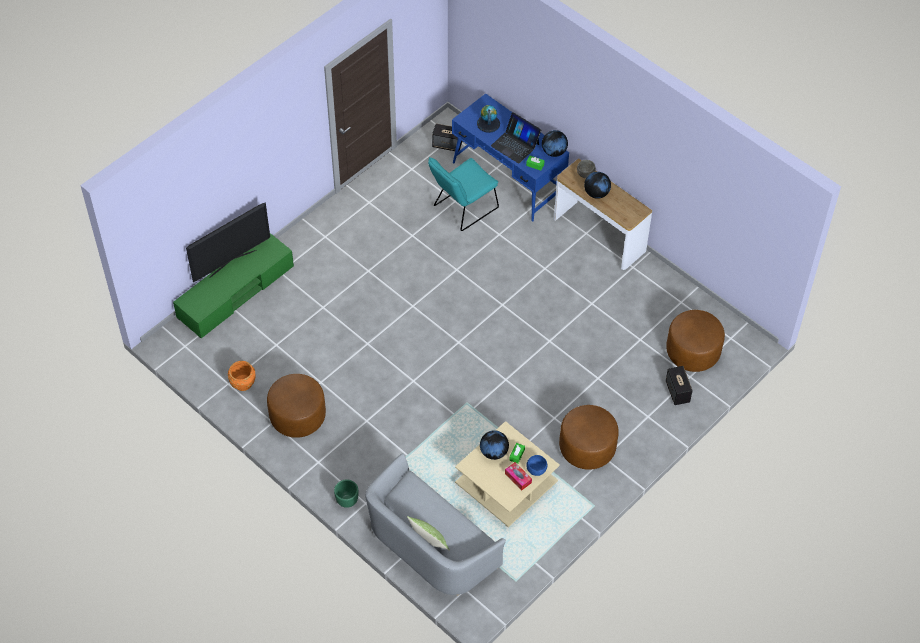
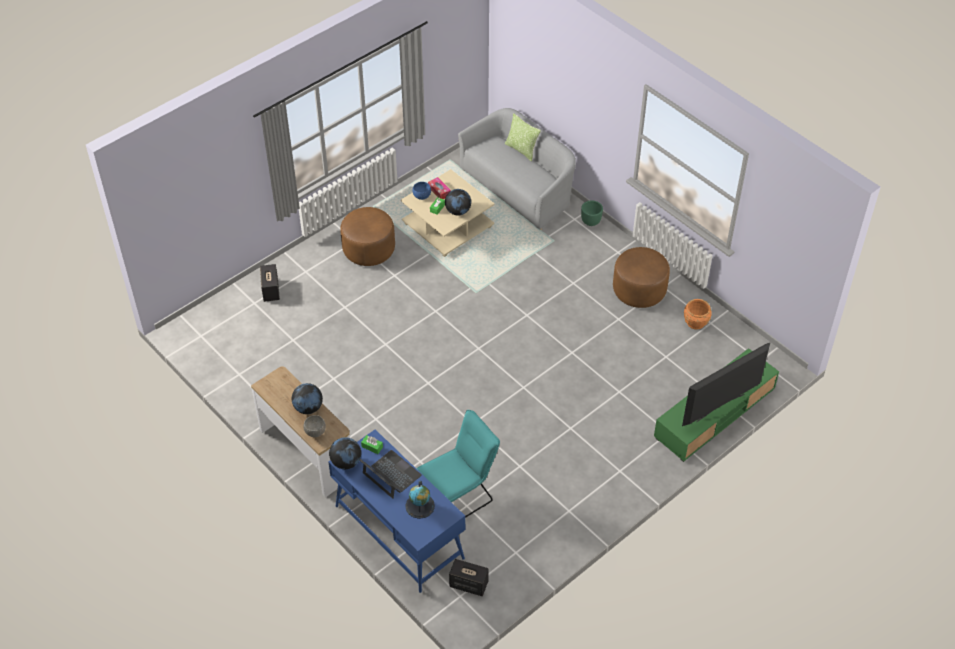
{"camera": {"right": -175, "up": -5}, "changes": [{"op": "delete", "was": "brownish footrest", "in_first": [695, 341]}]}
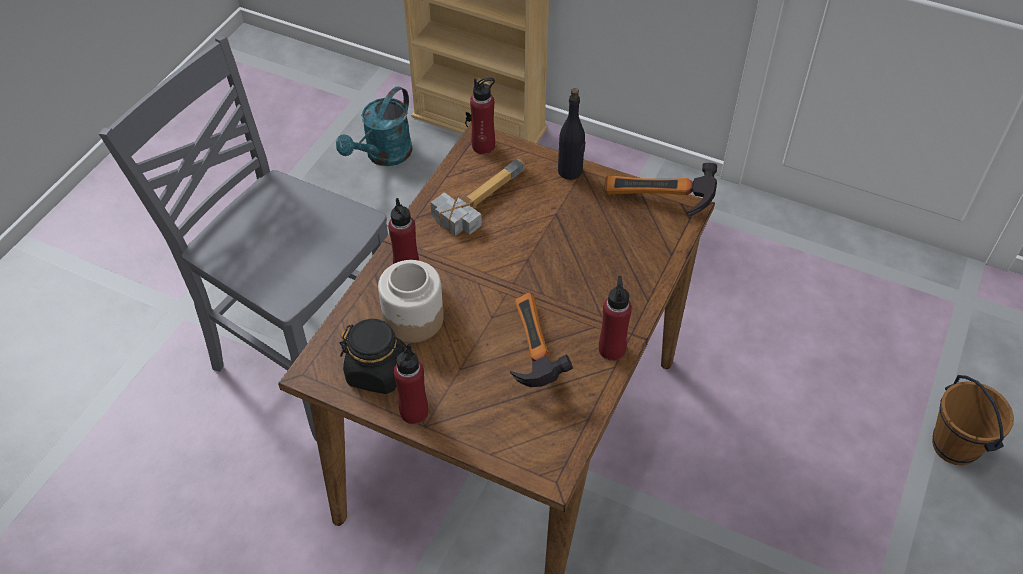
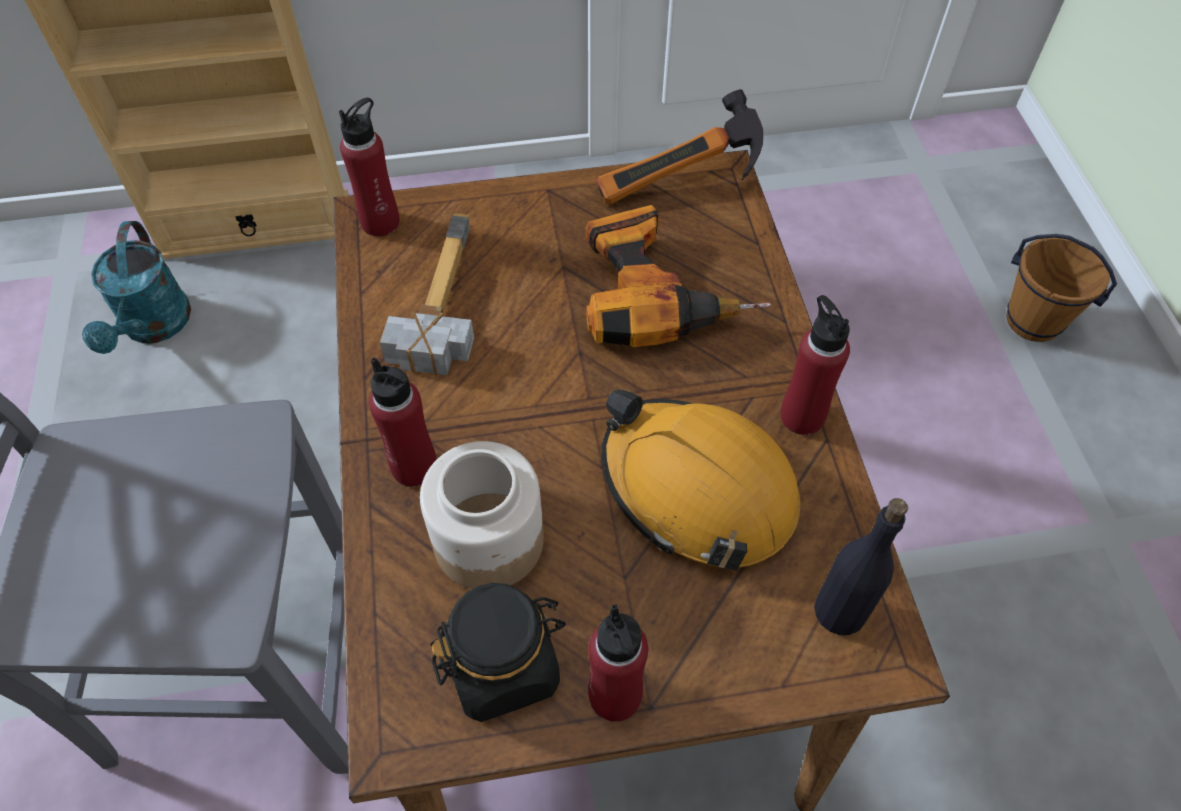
{"camera": {"right": -35, "up": 5}, "changes": [{"op": "move", "was": "black-coloured beverage bottle", "in_first": [571, 134], "in_second": [861, 566]}, {"op": "replace", "was": "hammer", "now": "orange-coloured safety helmet", "in_first": [541, 339], "in_second": [700, 480]}, {"op": "insert", "now": "power drill", "in_second": [679, 276]}]}
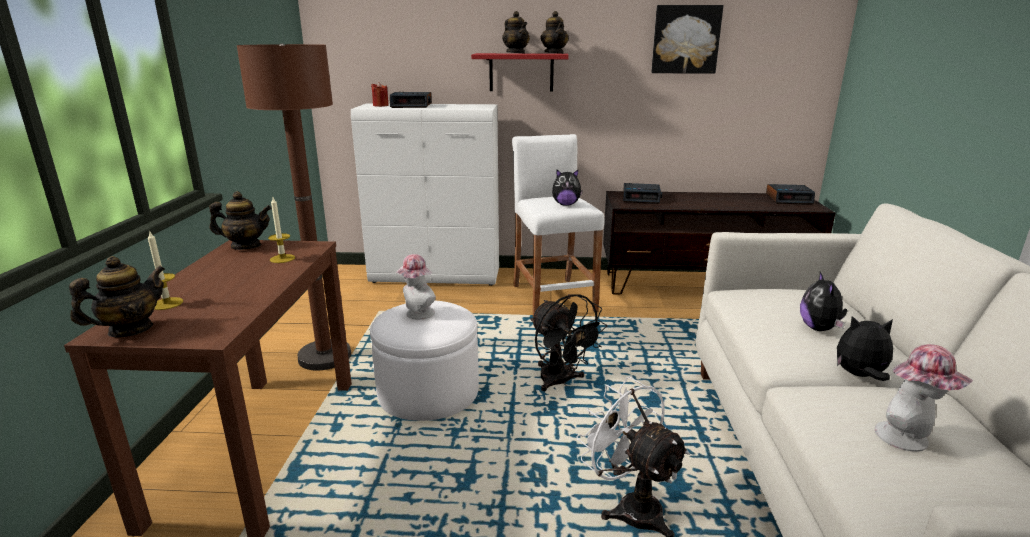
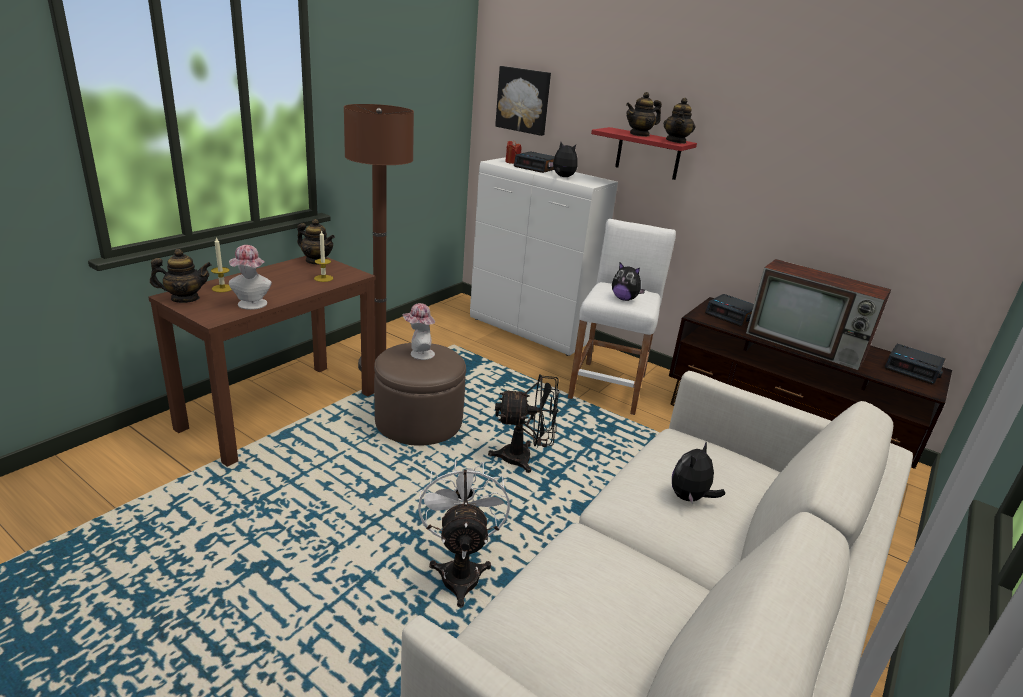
{"camera": {"right": 30, "up": 5}, "changes": [{"op": "move", "was": "wall picture", "in_first": [687, 39], "in_second": [523, 101]}, {"op": "rotate", "was": "pot for tea", "in_first": [516, 32], "in_second": [644, 114], "clockwise": 60}, {"op": "rotate", "was": "black-coloured cooling fan", "in_first": [568, 342], "in_second": [523, 423], "clockwise": -90}, {"op": "recolor", "was": "white-coloured footrest", "now": "brownish footrest", "in_first": [424, 361], "in_second": [420, 394]}, {"op": "move", "was": "plush toy", "in_first": [865, 348], "in_second": [563, 159]}, {"op": "move", "was": "clothing hat", "in_first": [924, 398], "in_second": [250, 277]}, {"op": "insert", "now": "television", "in_second": [818, 314]}]}
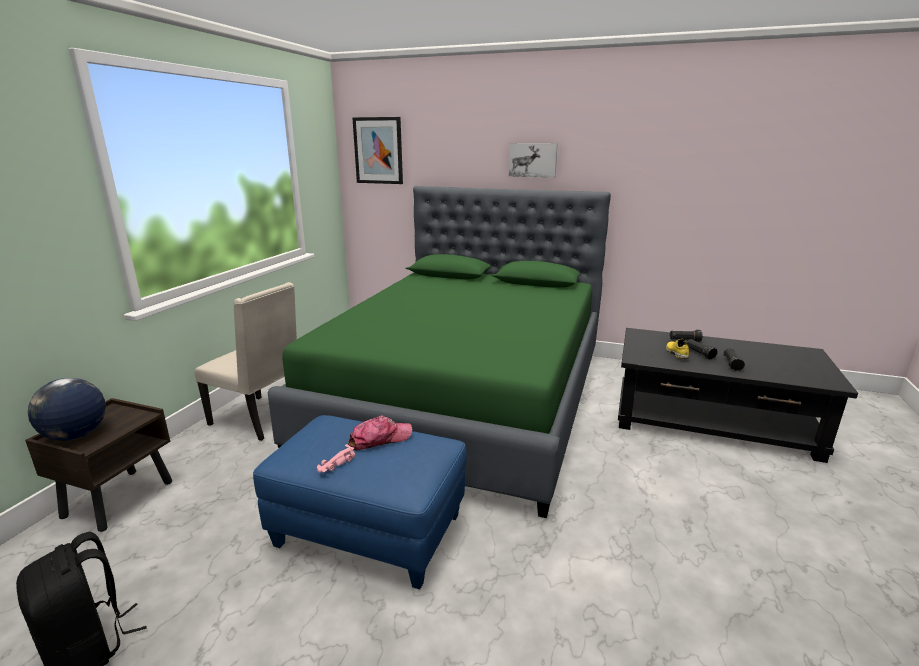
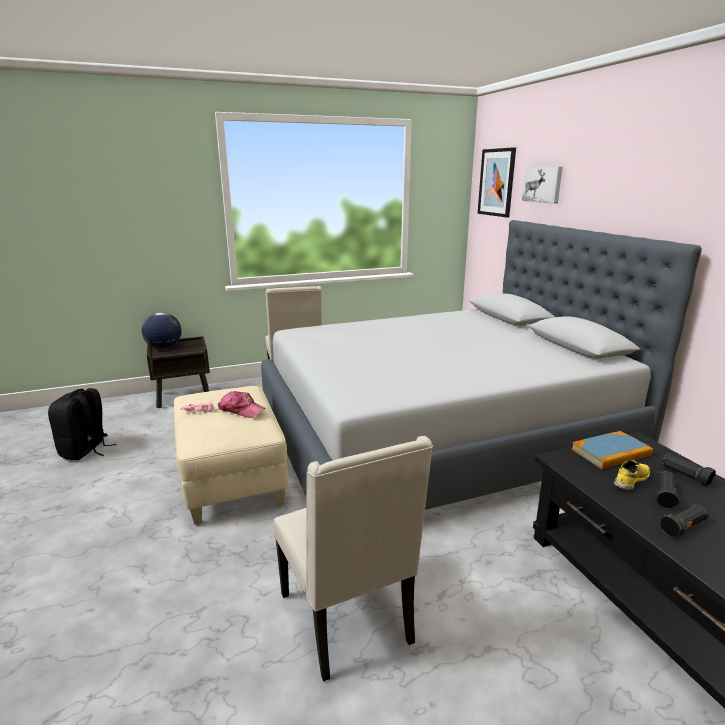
{"camera": {"right": 50, "up": 0}, "changes": [{"op": "move", "was": "wall picture", "in_first": [533, 160], "in_second": [542, 185]}, {"op": "recolor", "was": "greenish bed", "now": "gray bed", "in_first": [439, 352], "in_second": [481, 365]}, {"op": "recolor", "was": "blue footrest", "now": "sand-coloured footrest", "in_first": [360, 502], "in_second": [231, 455]}, {"op": "insert", "now": "volume", "in_second": [612, 450]}, {"op": "insert", "now": "sand-coloured upright chair", "in_second": [353, 559]}]}
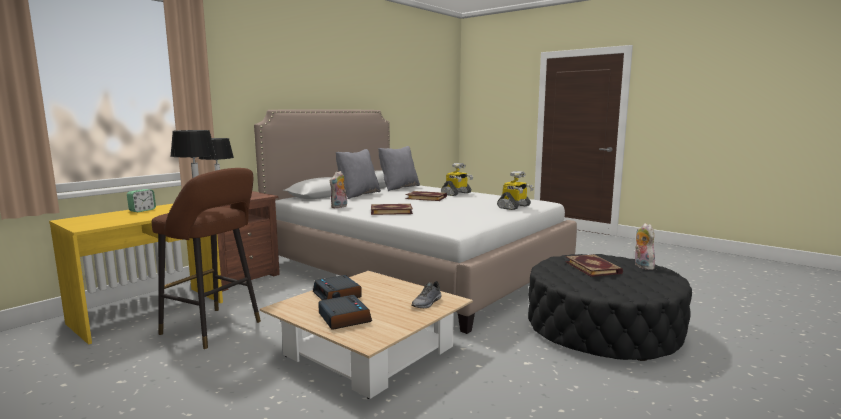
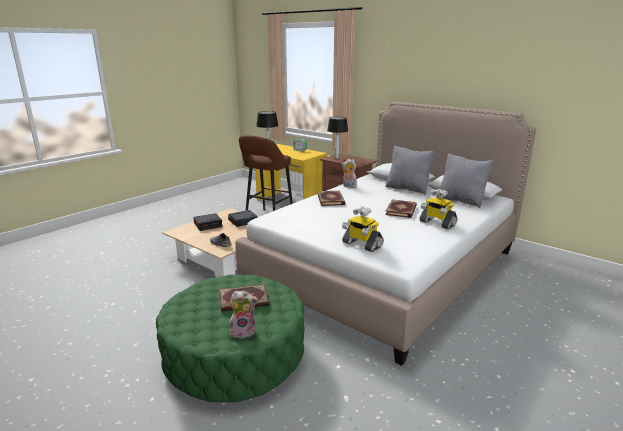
{"camera": {"right": 90, "up": 10}, "changes": [{"op": "recolor", "was": "black-coloured footrest", "now": "greenish footrest", "in_first": [610, 307], "in_second": [230, 338]}]}
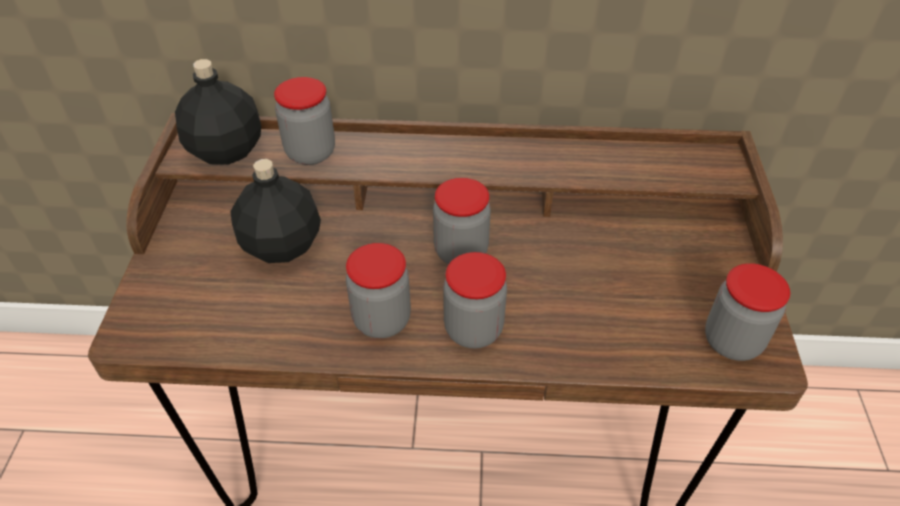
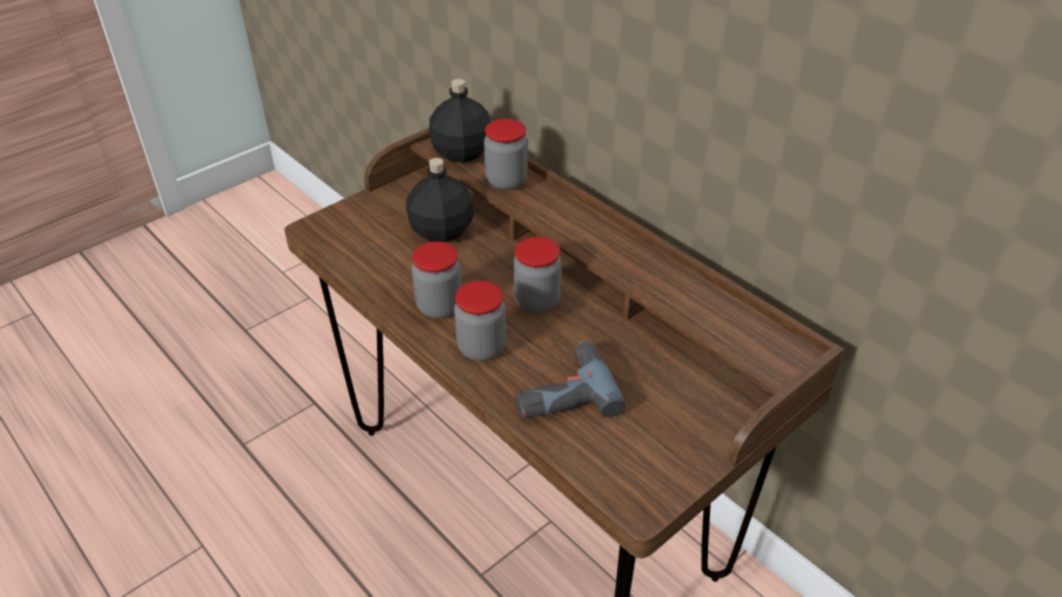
{"camera": {"right": 45, "up": -5}, "changes": [{"op": "delete", "was": "storage jar", "in_first": [747, 312]}, {"op": "insert", "now": "power drill", "in_second": [571, 379]}]}
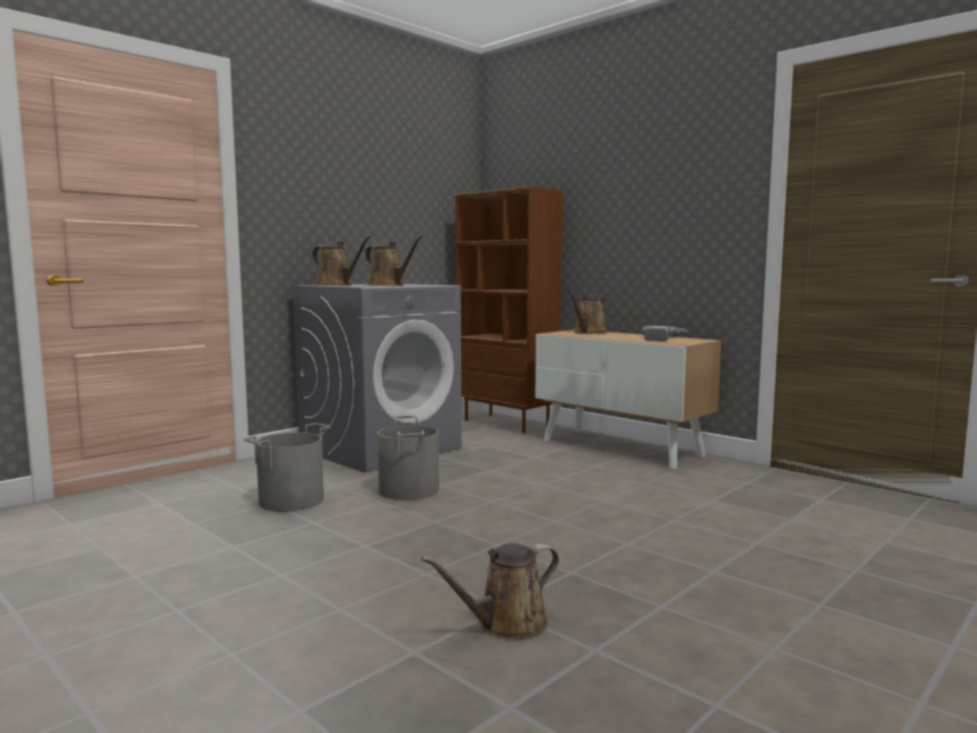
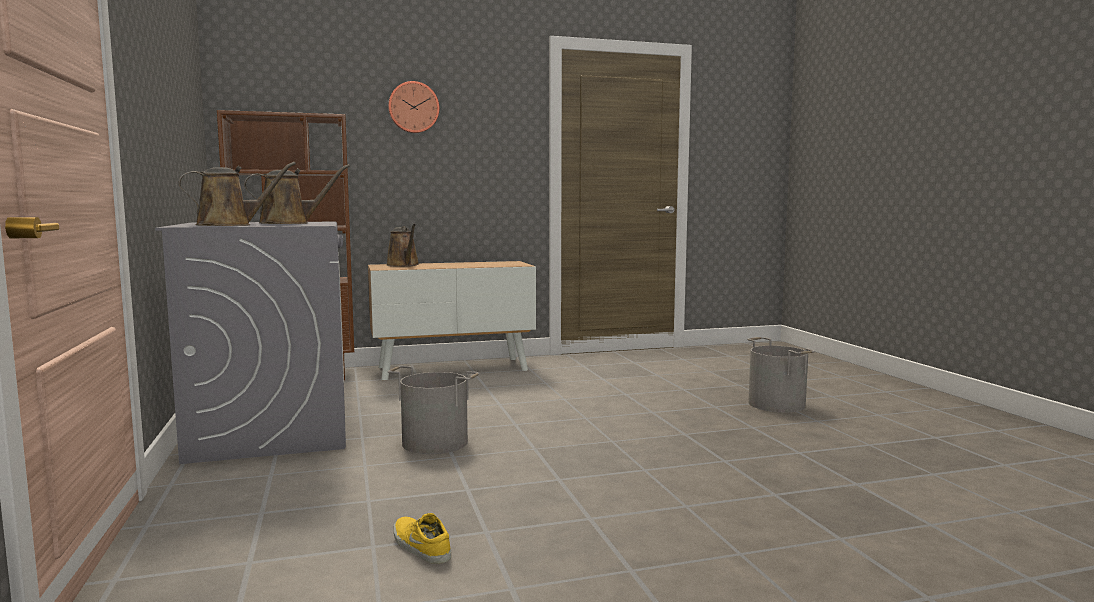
{"camera": {"right": -60, "up": 0}, "changes": [{"op": "delete", "was": "power drill", "in_first": [665, 333]}, {"op": "move", "was": "gray pail", "in_first": [287, 467], "in_second": [781, 374]}, {"op": "delete", "was": "brownish watering can", "in_first": [490, 590]}, {"op": "insert", "now": "wall clock", "in_second": [413, 107]}, {"op": "insert", "now": "yellow-coloured item of footwear", "in_second": [422, 538]}]}
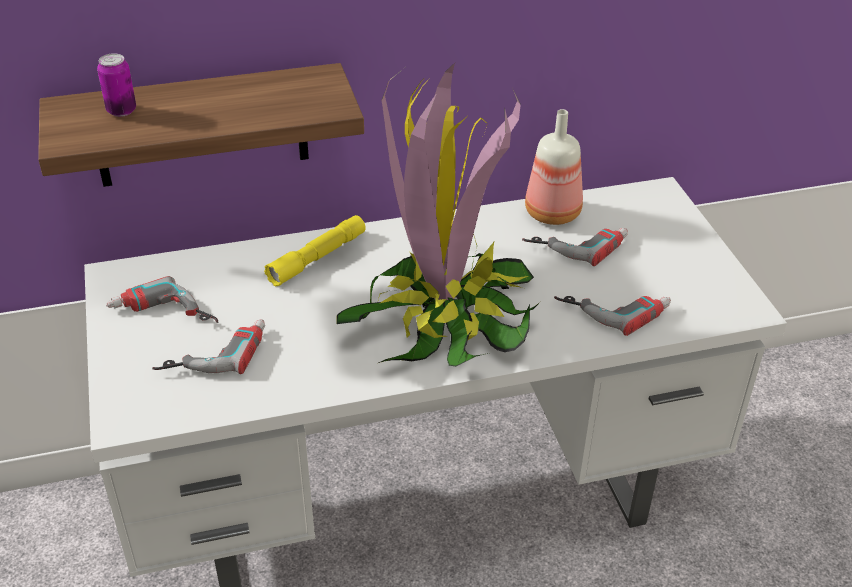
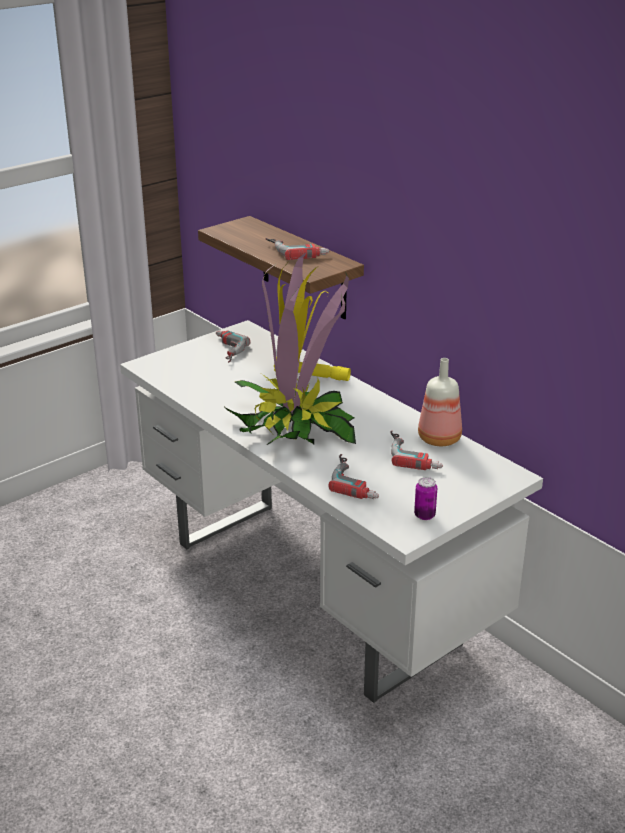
{"camera": {"right": 65, "up": -10}, "changes": [{"op": "move", "was": "sealed can", "in_first": [116, 85], "in_second": [425, 498]}, {"op": "move", "was": "power drill", "in_first": [208, 346], "in_second": [297, 249]}]}
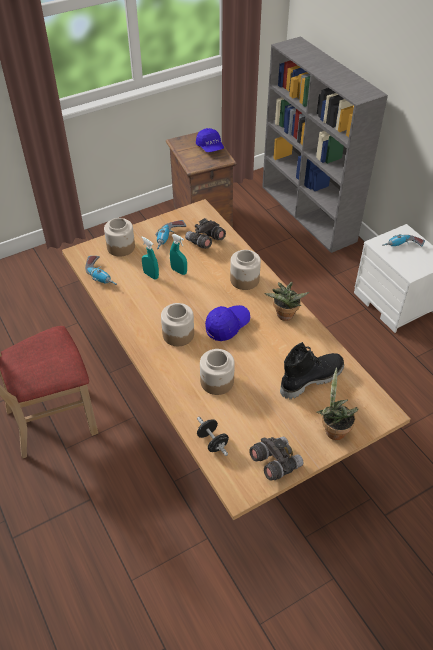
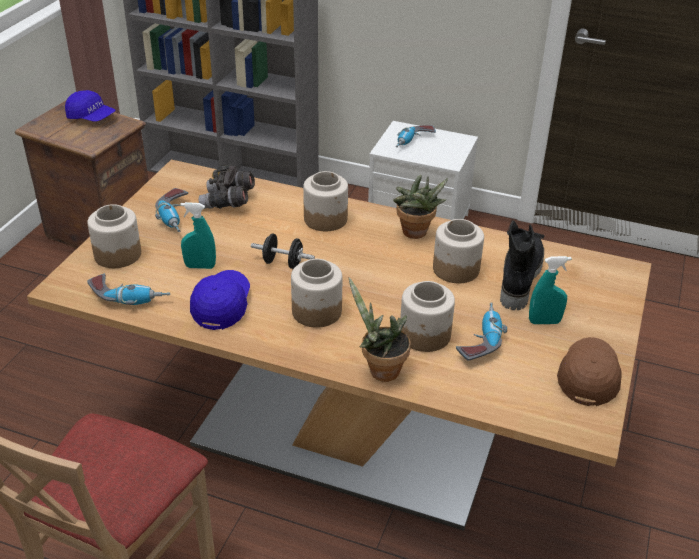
{"camera": {"right": -40, "up": -10}, "changes": [{"op": "move", "was": "turquoise spray bottle", "in_first": [178, 254], "in_second": [550, 290]}, {"op": "move", "was": "blue baseball cap", "in_first": [227, 323], "in_second": [220, 300]}, {"op": "move", "was": "houseplant", "in_first": [338, 403], "in_second": [380, 329]}, {"op": "move", "was": "black-coloured dumbbell", "in_first": [213, 436], "in_second": [283, 251]}, {"op": "replace", "was": "gray pair of binoculars", "now": "brownish baseball cap", "in_first": [276, 459], "in_second": [589, 371]}, {"op": "insert", "now": "storage jar", "in_second": [458, 251]}, {"op": "insert", "now": "power drill", "in_second": [481, 331]}]}
